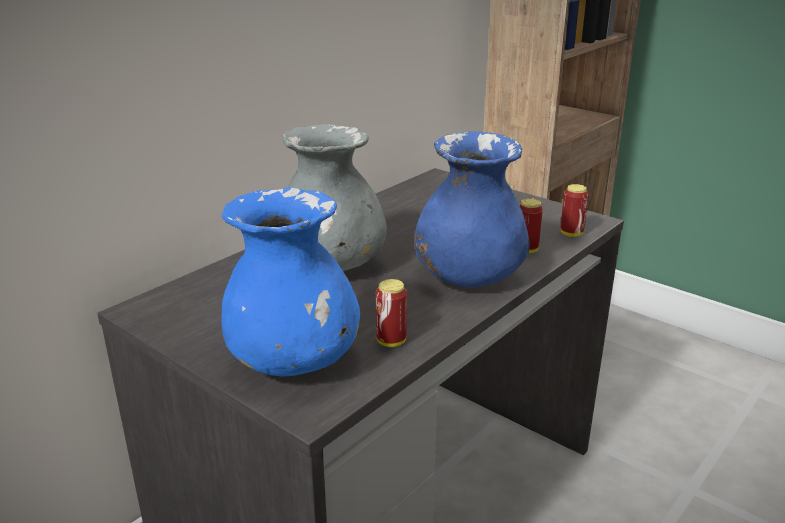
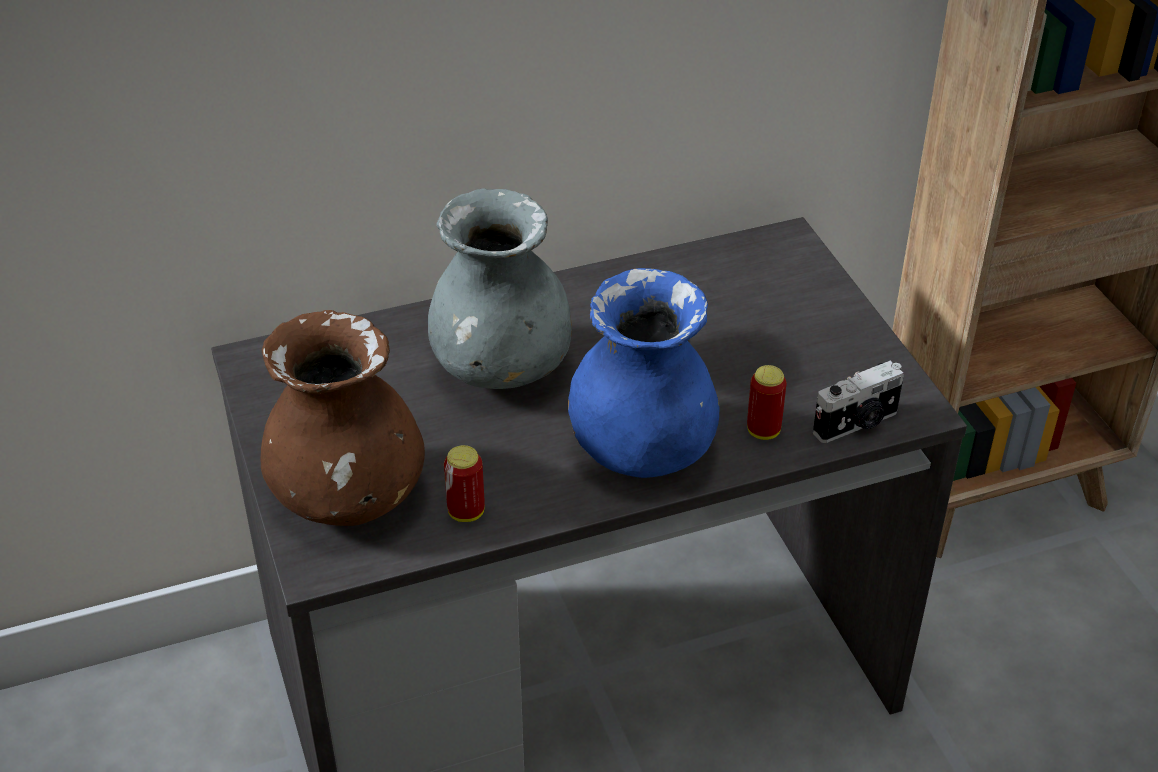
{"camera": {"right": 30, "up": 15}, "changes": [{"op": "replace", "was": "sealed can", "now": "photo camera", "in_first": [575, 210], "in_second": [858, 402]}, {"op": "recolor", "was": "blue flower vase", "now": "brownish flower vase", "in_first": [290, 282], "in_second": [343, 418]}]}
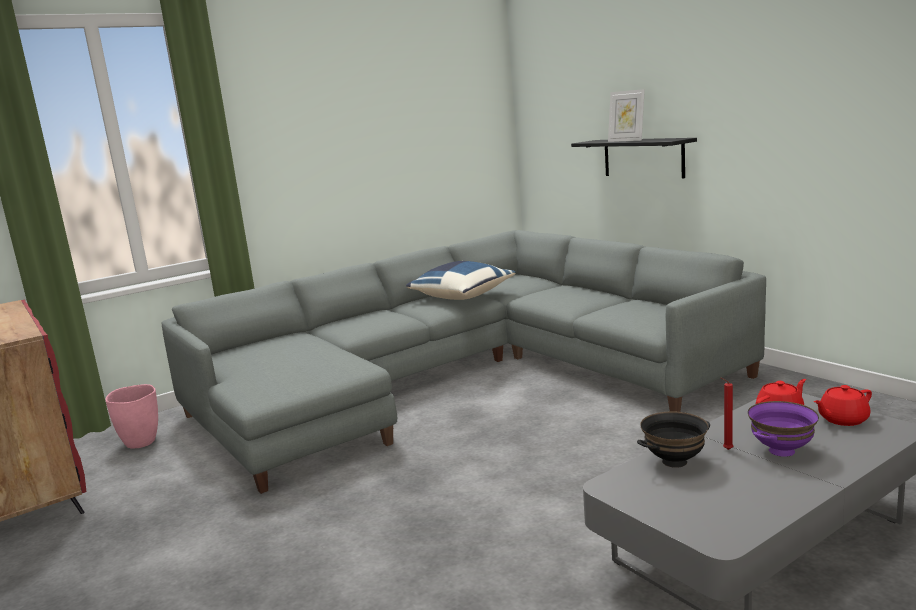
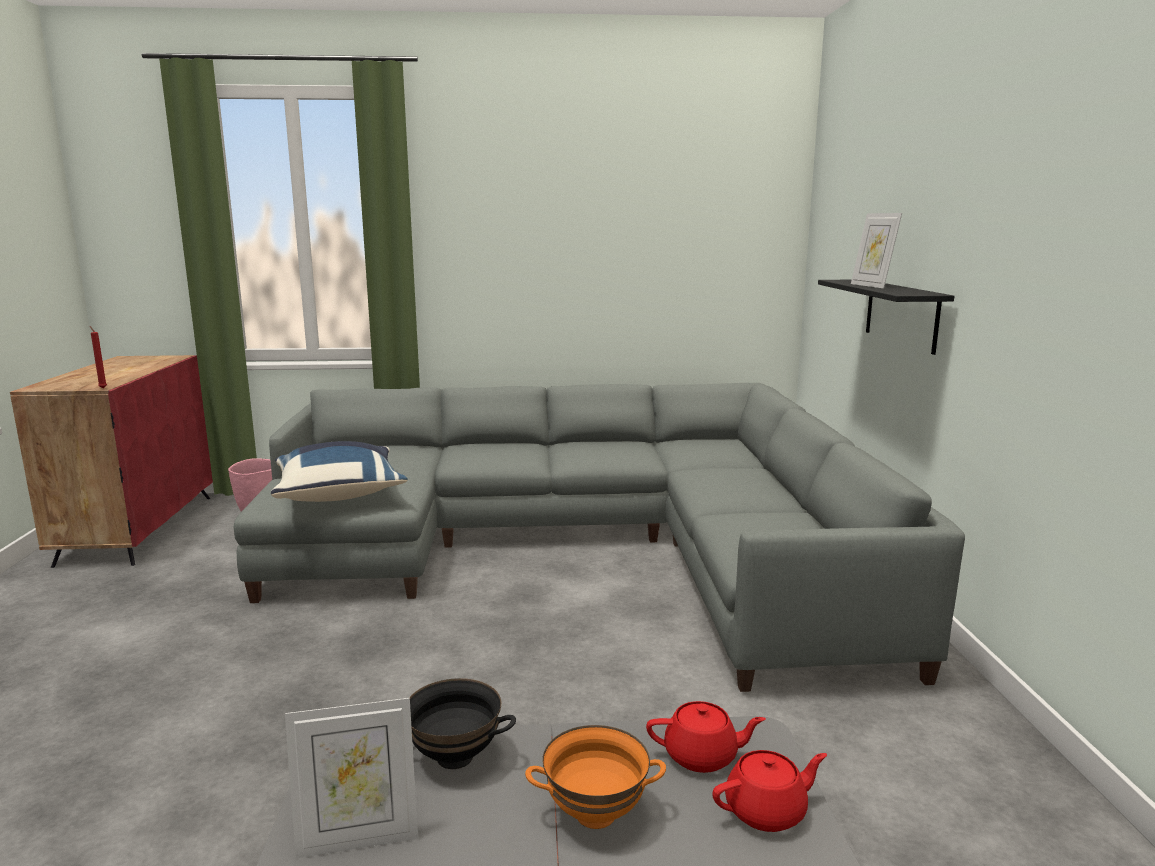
{"camera": {"right": 30, "up": 0}, "changes": [{"op": "move", "was": "blue pillow", "in_first": [461, 280], "in_second": [339, 471]}, {"op": "move", "was": "red-coloured candle", "in_first": [726, 413], "in_second": [98, 357]}, {"op": "rotate", "was": "red-coloured pot for tea", "in_first": [843, 405], "in_second": [769, 791], "clockwise": 150}, {"op": "recolor", "was": "purple-coloured bowl", "now": "orange-coloured bowl", "in_first": [783, 429], "in_second": [595, 777]}, {"op": "insert", "now": "standing frame", "in_second": [351, 778]}]}
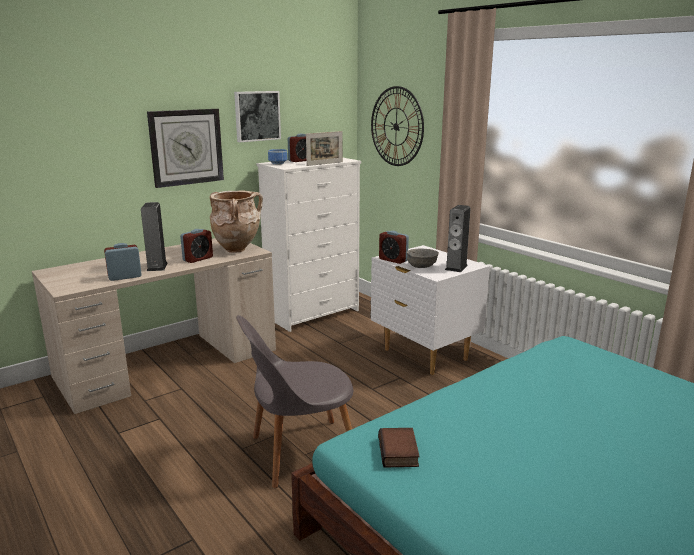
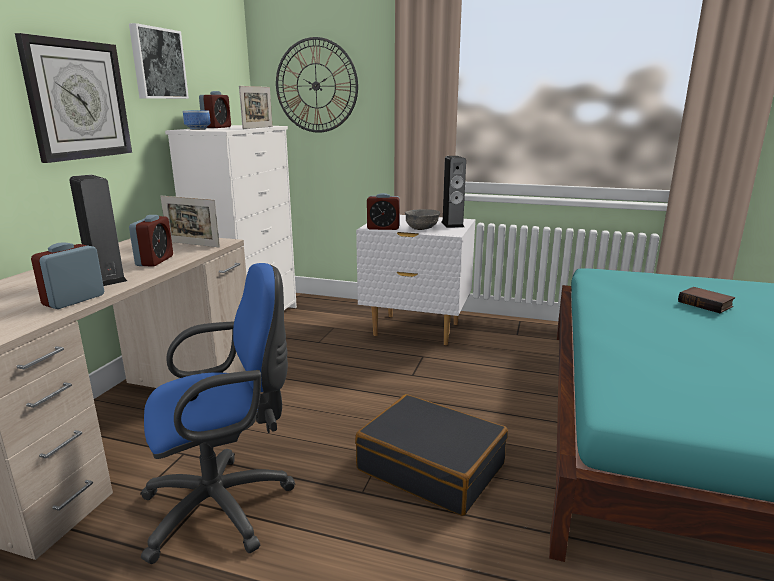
{"camera": {"right": -35, "up": 0}, "changes": [{"op": "replace", "was": "sand-coloured flower vase", "now": "standing frame", "in_first": [236, 222], "in_second": [190, 221]}, {"op": "replace", "was": "gray upright chair", "now": "black-coloured travel case", "in_first": [294, 401], "in_second": [431, 455]}, {"op": "move", "was": "volume", "in_first": [399, 448], "in_second": [706, 300]}, {"op": "insert", "now": "blue desk chair", "in_second": [217, 413]}]}
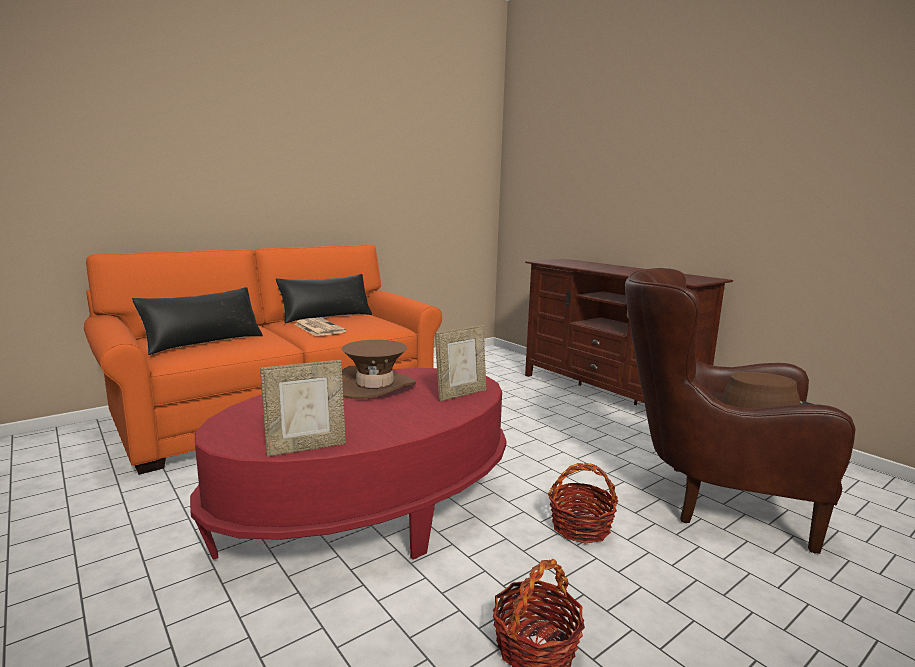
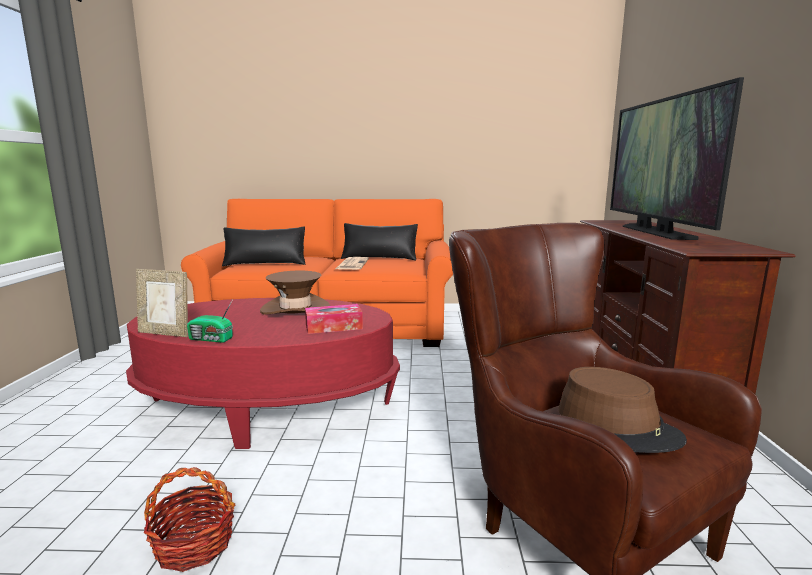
{"camera": {"right": 40, "up": 0}, "changes": [{"op": "replace", "was": "standing frame", "now": "tissue box", "in_first": [460, 363], "in_second": [334, 319]}, {"op": "delete", "was": "basket", "in_first": [583, 503]}, {"op": "insert", "now": "television", "in_second": [677, 158]}, {"op": "insert", "now": "radio set", "in_second": [210, 321]}]}
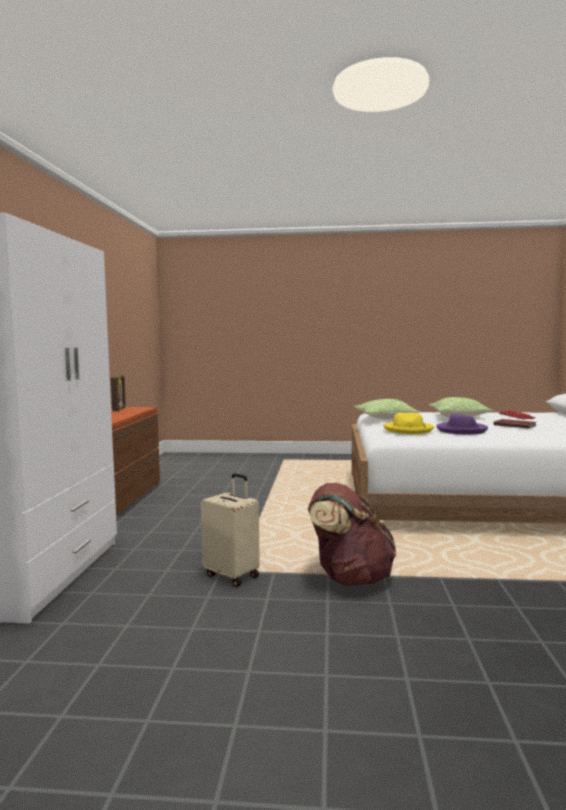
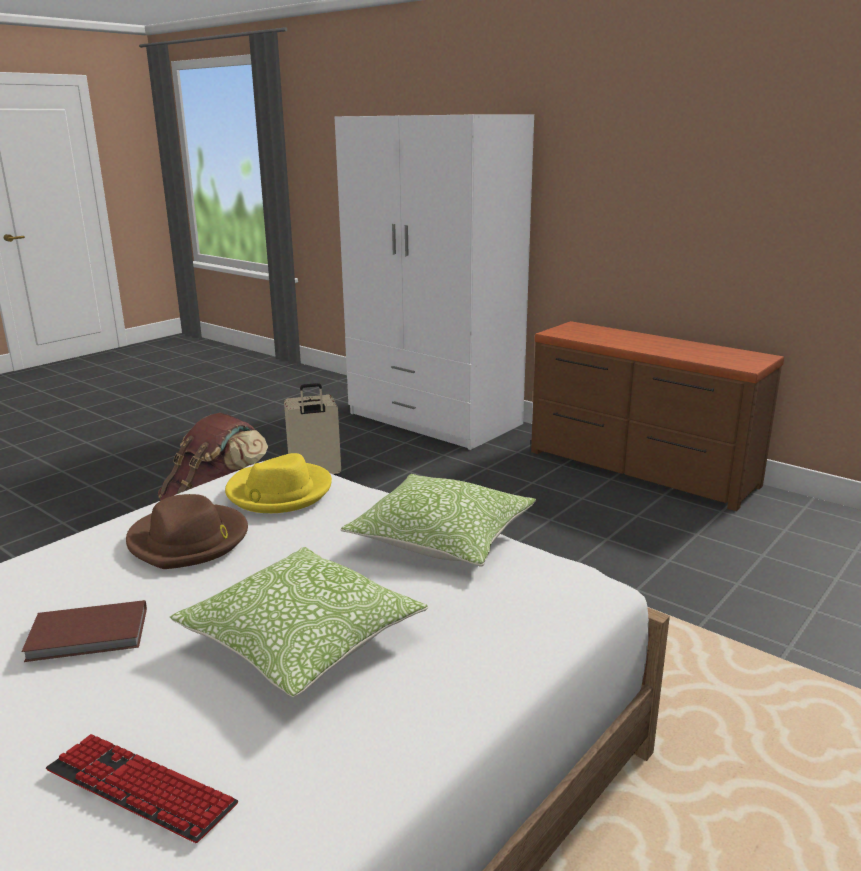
{"camera": {"right": 125, "up": 15}, "changes": [{"op": "delete", "was": "standing frame", "in_first": [118, 393]}, {"op": "recolor", "was": "purple-coloured clothing hat", "now": "brownish clothing hat", "in_first": [462, 424], "in_second": [187, 531]}]}
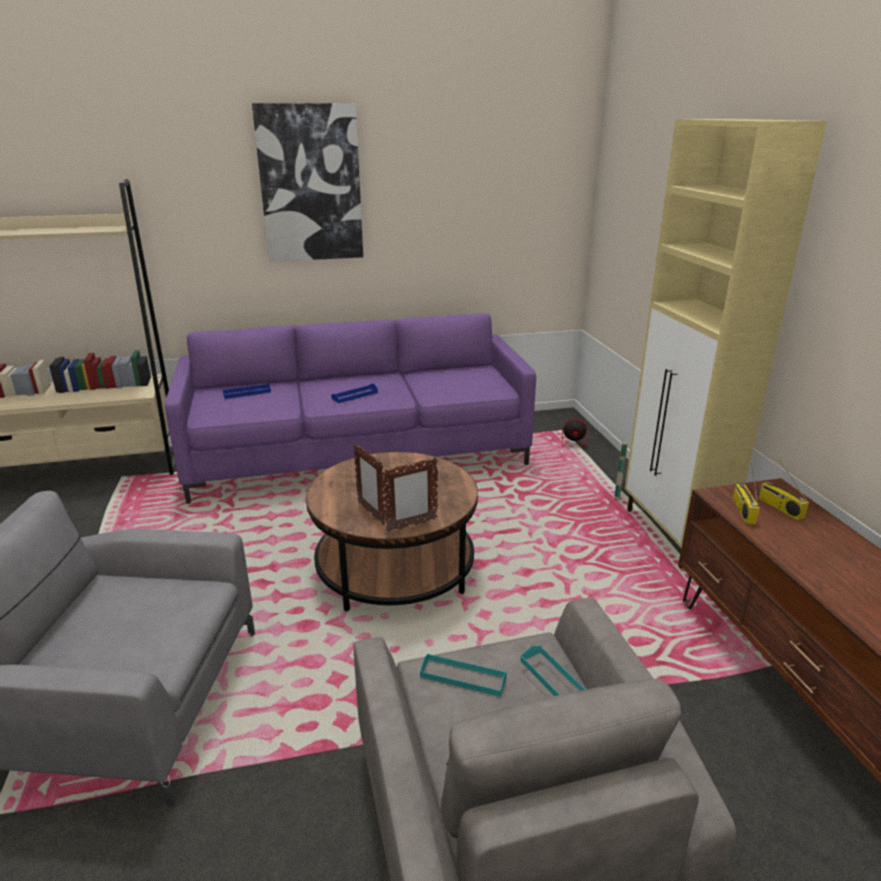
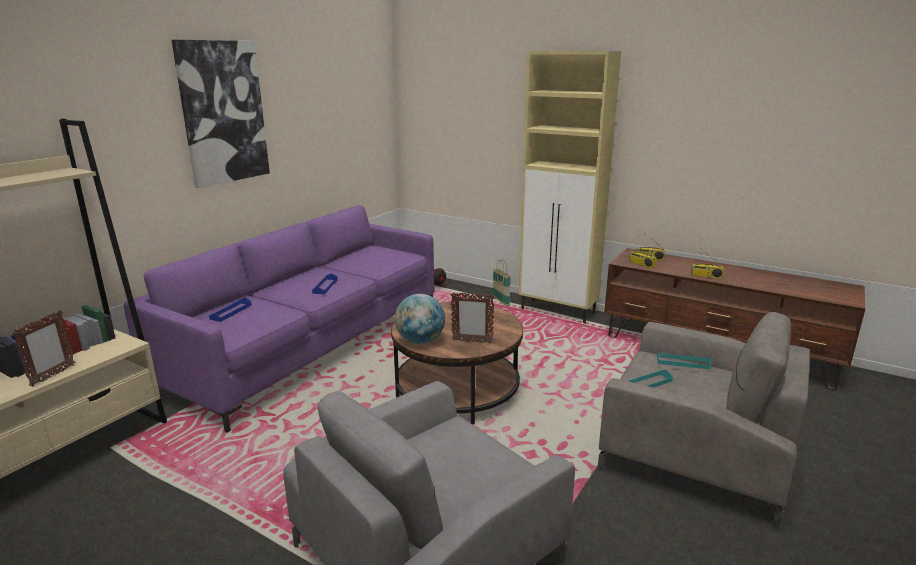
{"camera": {"right": -45, "up": -5}, "changes": [{"op": "move", "was": "standing frame", "in_first": [410, 494], "in_second": [43, 348]}, {"op": "insert", "now": "radio set", "in_second": [707, 264]}, {"op": "insert", "now": "desk globe", "in_second": [420, 319]}]}
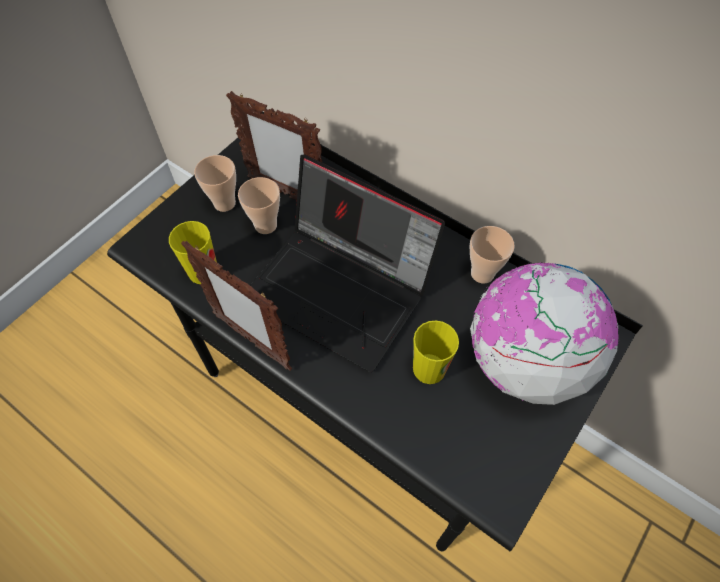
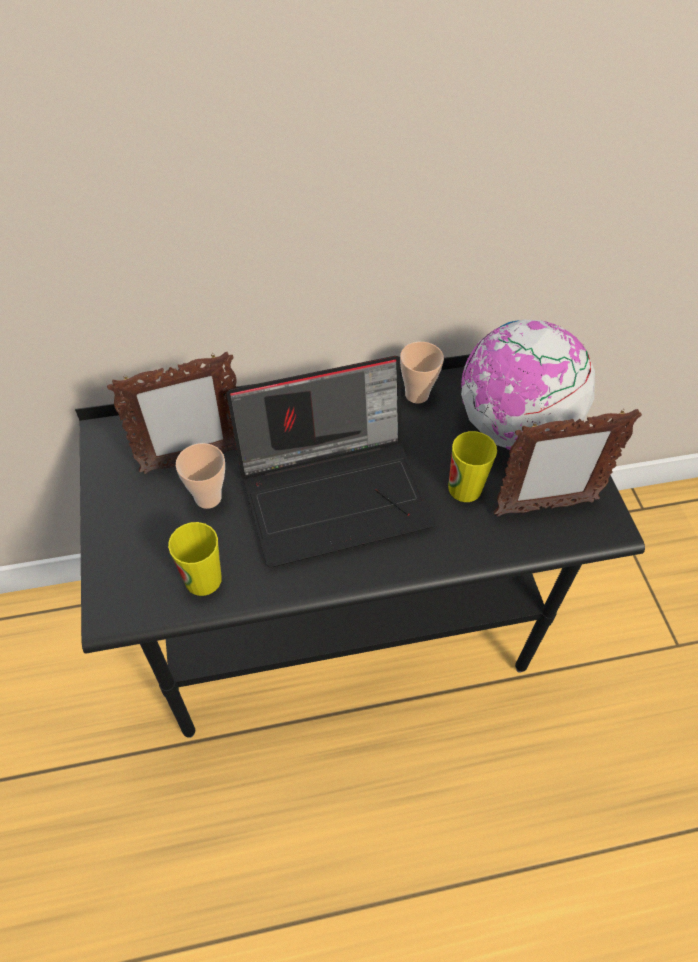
{"camera": {"right": -50, "up": -5}, "changes": [{"op": "delete", "was": "small cup", "in_first": [215, 183]}, {"op": "move", "was": "standing frame", "in_first": [236, 306], "in_second": [567, 463]}]}
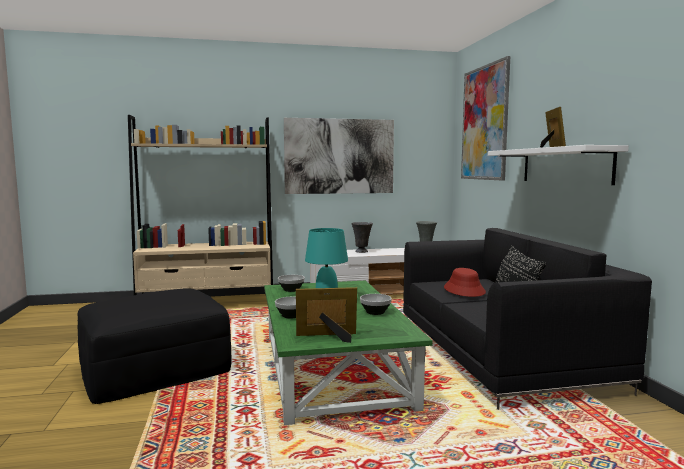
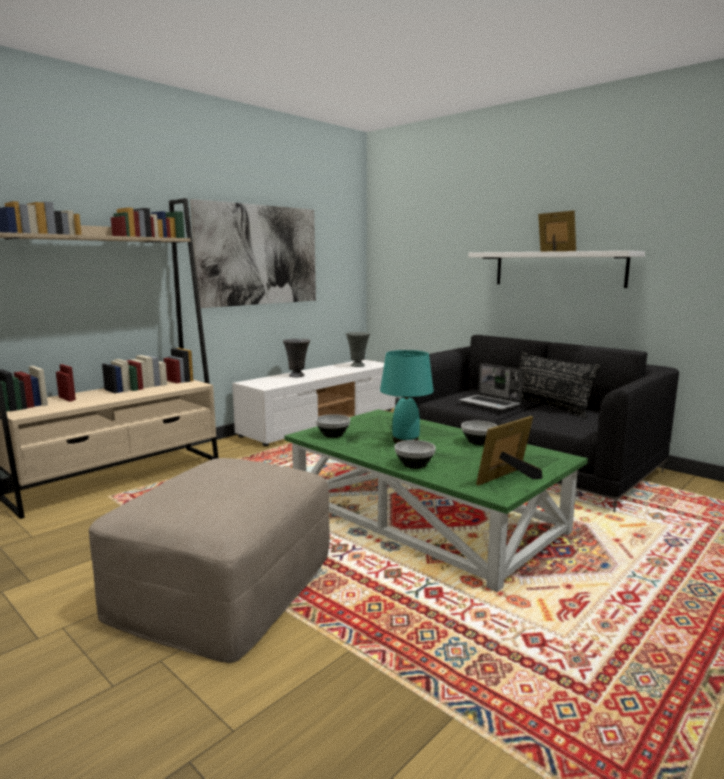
{"camera": {"right": -35, "up": 5}, "changes": [{"op": "delete", "was": "wall picture", "in_first": [485, 118]}, {"op": "replace", "was": "red-coloured clothing hat", "now": "laptop", "in_first": [465, 282], "in_second": [491, 386]}, {"op": "recolor", "was": "black-coloured footrest", "now": "sand-coloured footrest", "in_first": [154, 346], "in_second": [209, 560]}]}
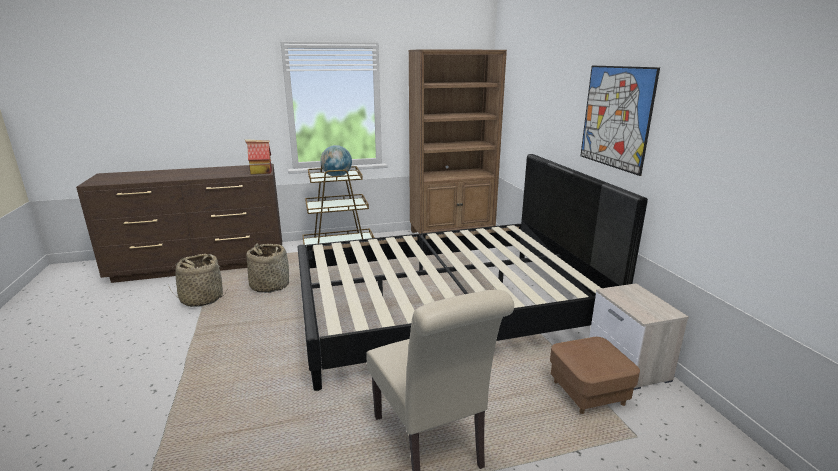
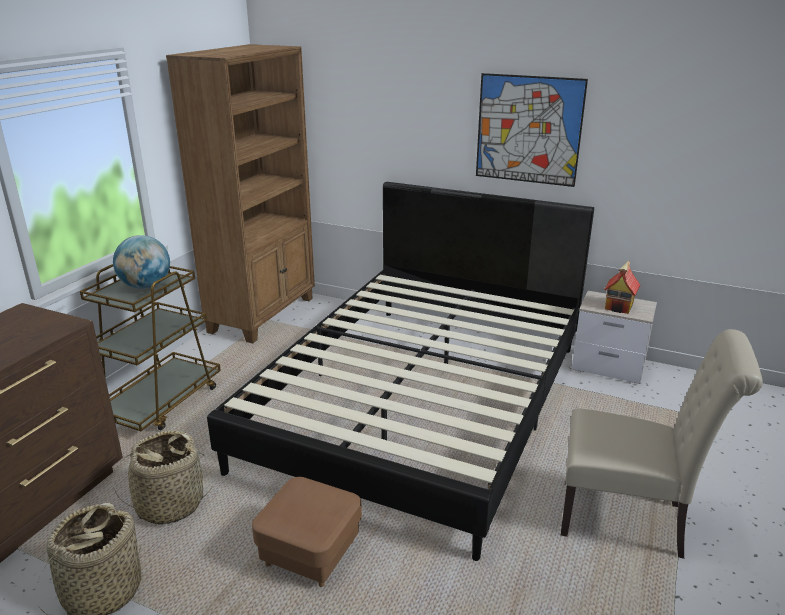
{"camera": {"right": -50, "up": 5}, "changes": [{"op": "move", "was": "toy house", "in_first": [258, 157], "in_second": [622, 287]}, {"op": "move", "was": "brownish footrest", "in_first": [595, 375], "in_second": [307, 532]}]}
